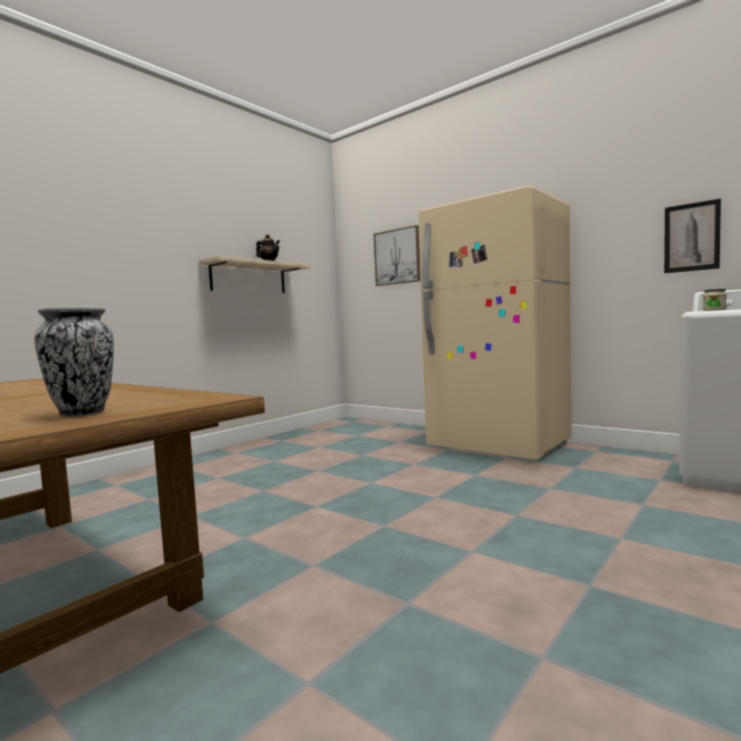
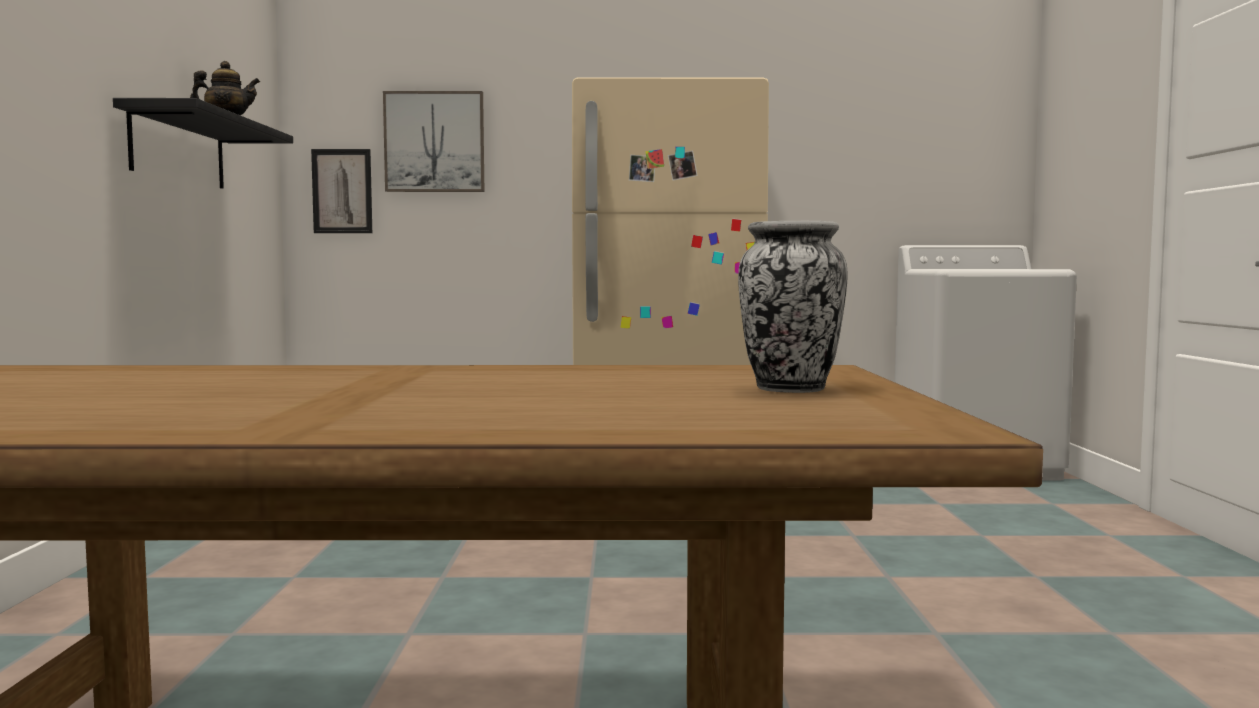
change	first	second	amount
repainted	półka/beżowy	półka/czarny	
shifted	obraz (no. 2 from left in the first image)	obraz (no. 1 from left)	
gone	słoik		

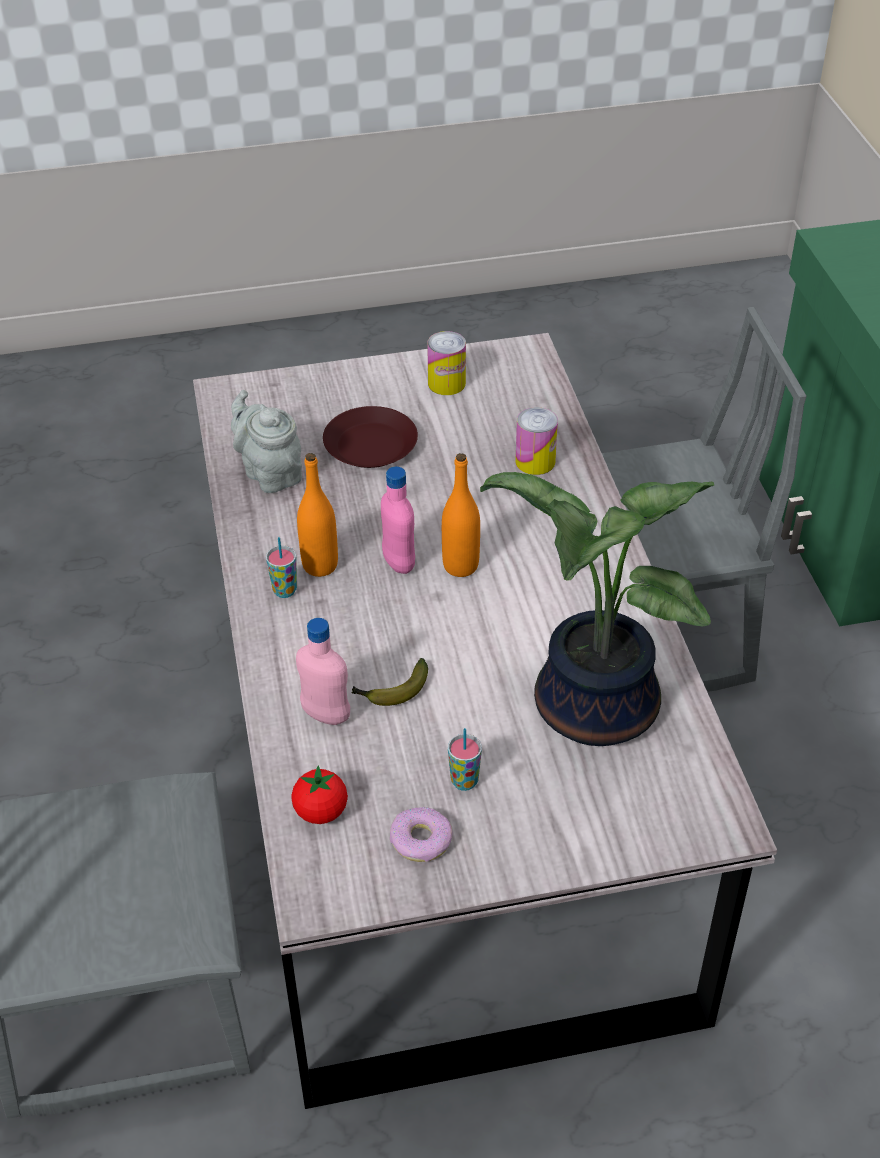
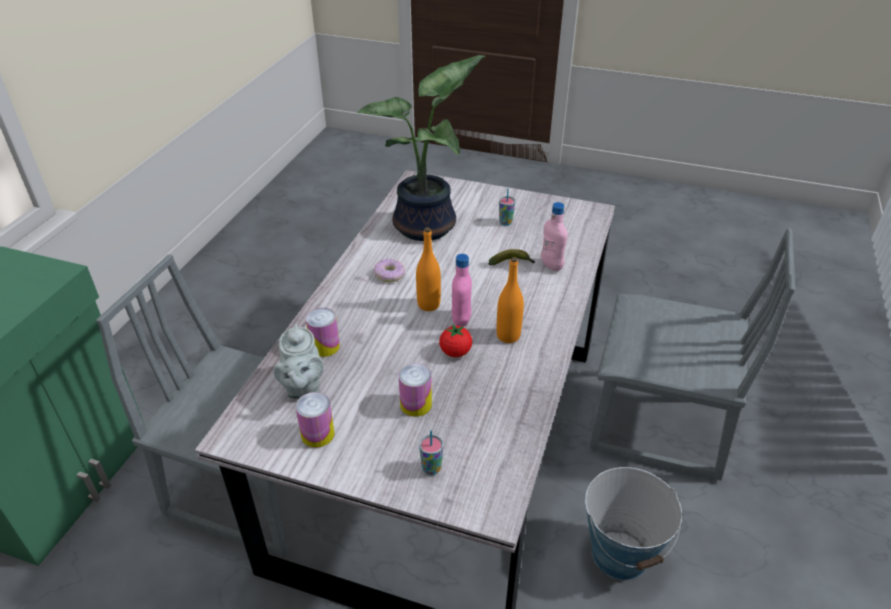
change	first	second	amount
shifted	imbryk/szary		
shifted	donut		
swapped	talerz/brązowy	puszka (no. 3 from left)	
shifted	filiżanka (no. 1 from left)		
shifted	pomidor		
new		wiadro	

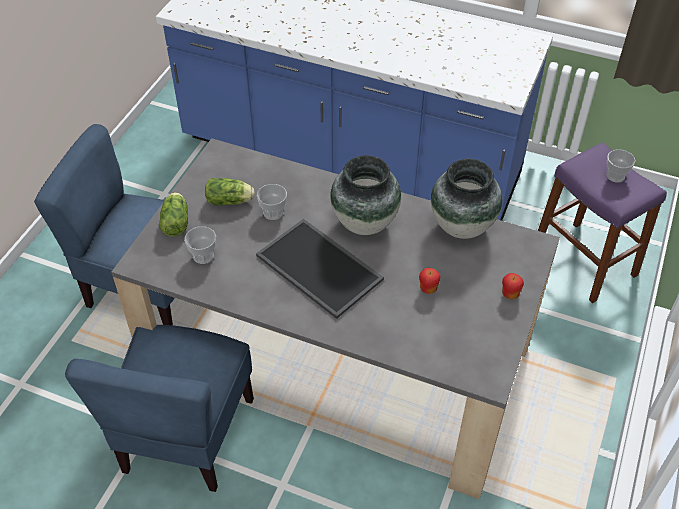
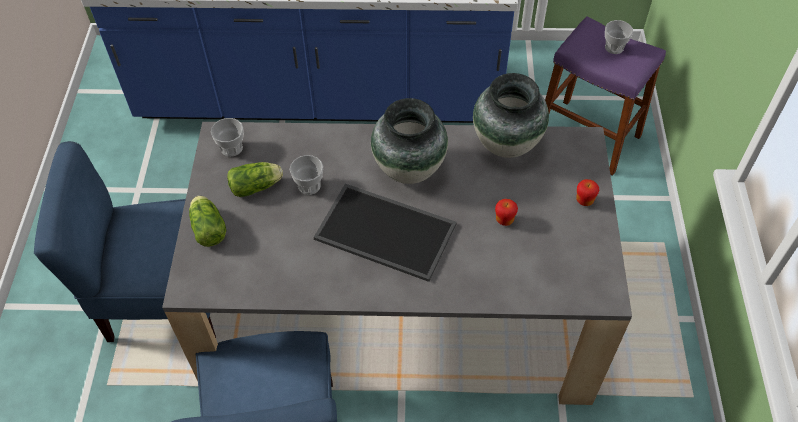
change	first	second	amount
shifted	filiżanka (no. 1 from left)		

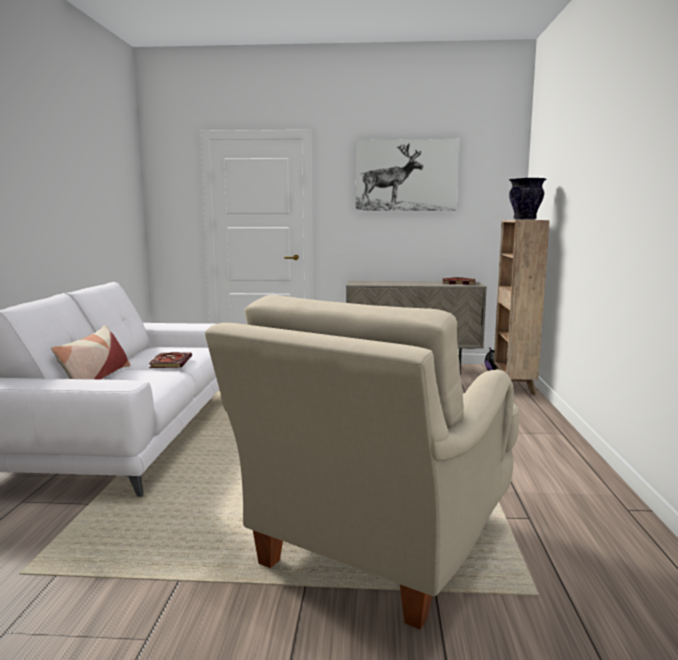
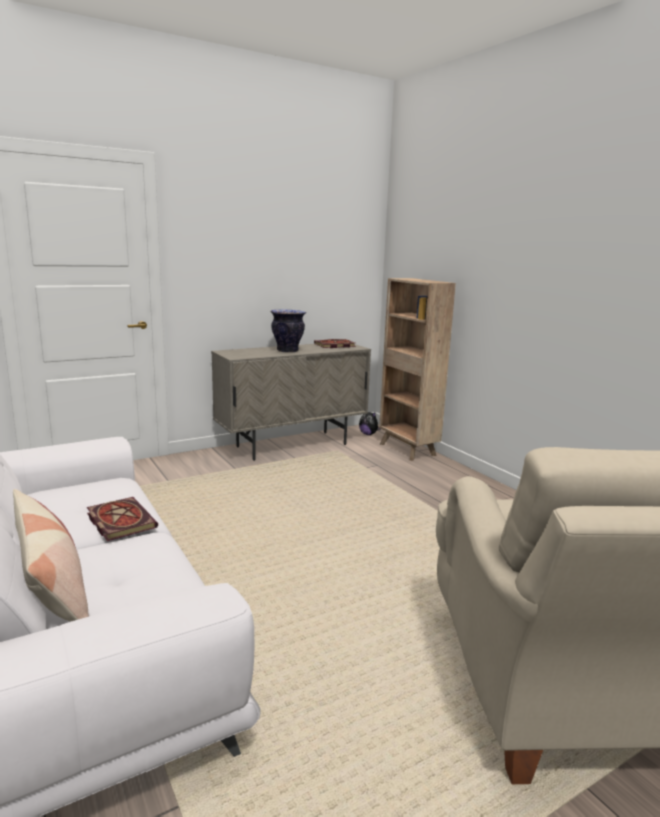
change	first	second	amount
shifted	wazon		
gone	obraz		

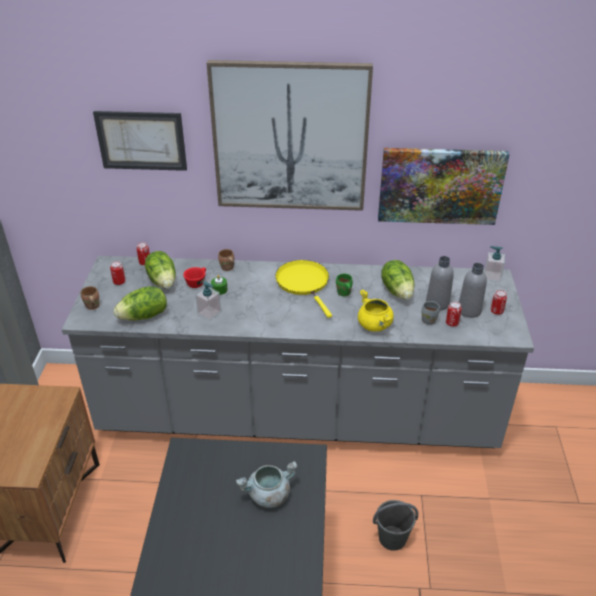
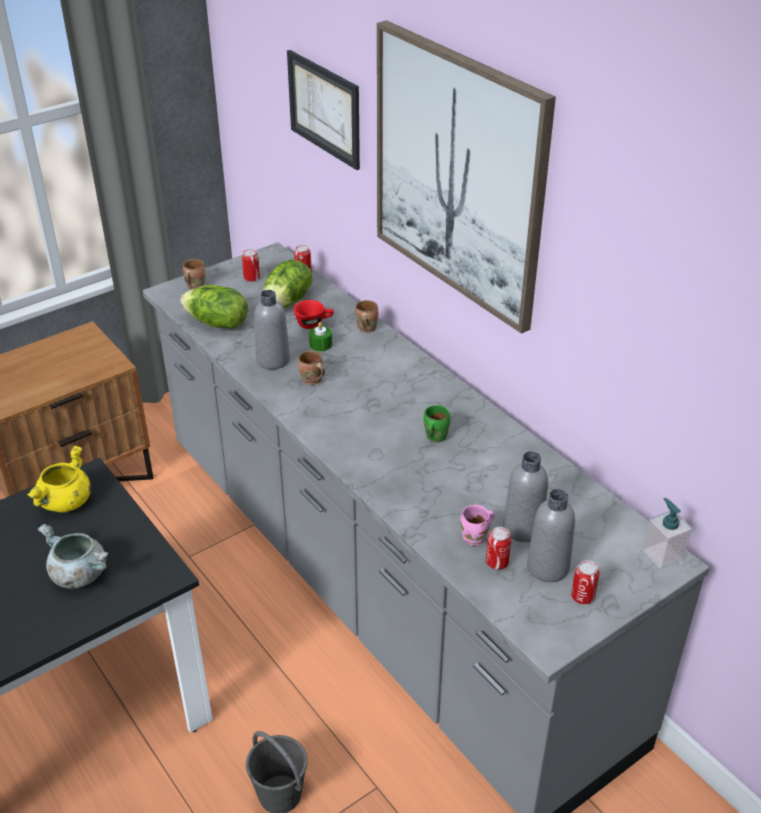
change	first	second	amount
shifted	garnek/żółty		
swapped	dozownik mydła (no. 1 from left)	butelka/szary (no. 1 from left)	
new		kubek/brązowy (no. 2 from left)	
repainted	kubek/szary	kubek/różowy	
gone	patelnia/żółty		
gone	obraz (no. 3 from left)		
gone	sałata (no. 3 from left)		

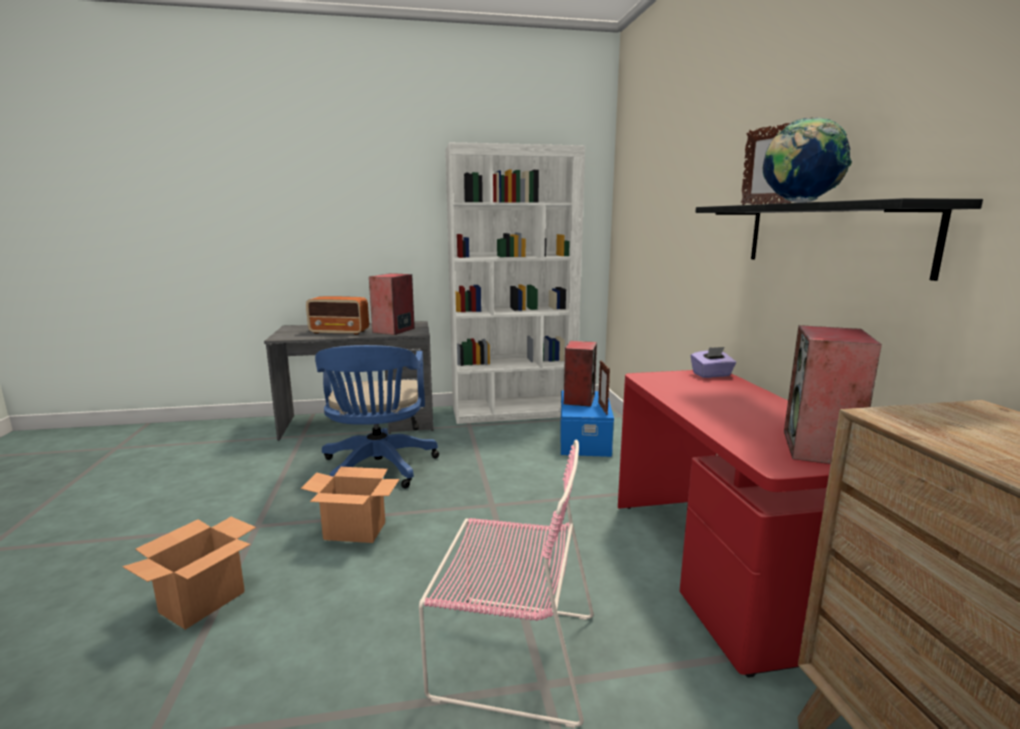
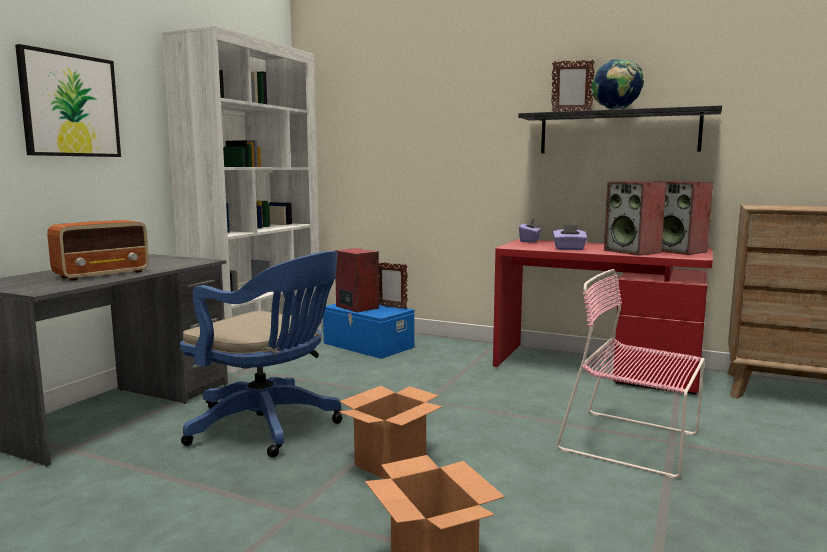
change	first	second	amount
new		obraz	
new		pudełko chusteczek/fioletowy (no. 2 from left)	
rotated	krzesło/różowy		105 degrees counterclockwise
shifted	głośnik (no. 1 from left in the first image)	głośnik (no. 2 from left)	

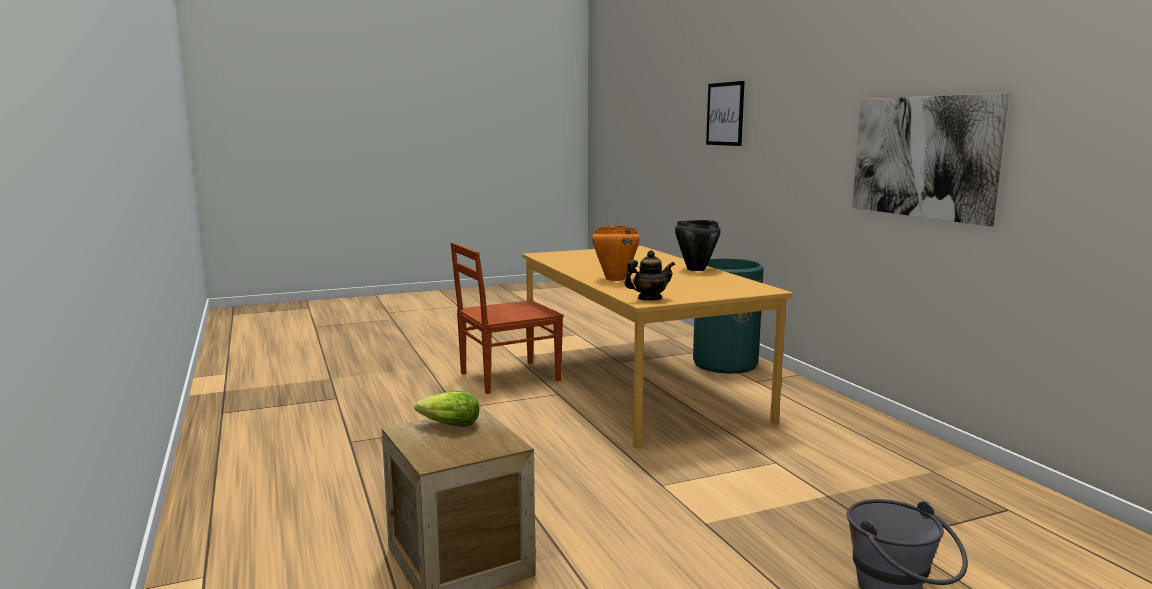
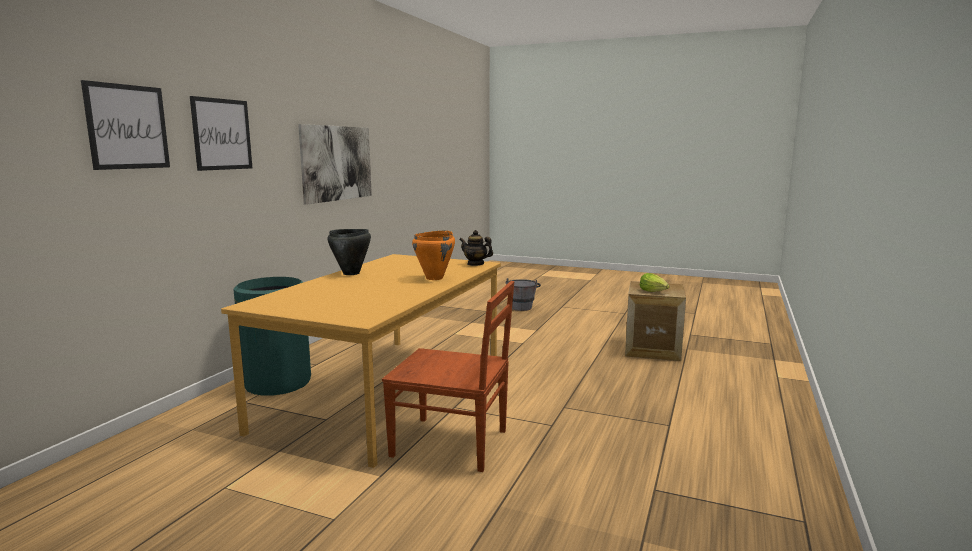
change	first	second	amount
new		obraz (no. 2 from left)	

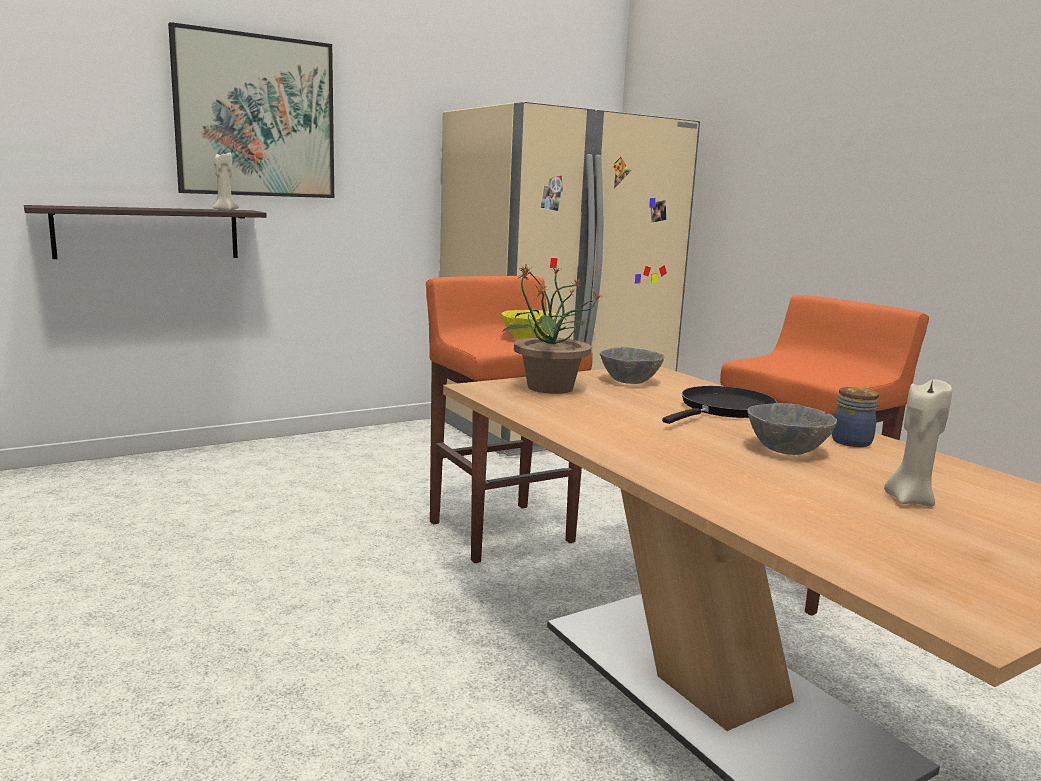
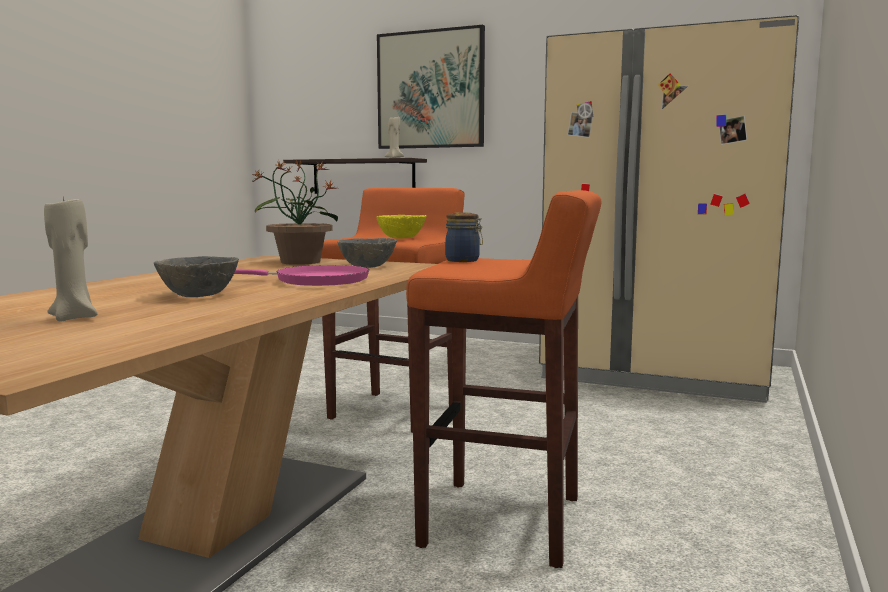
change	first	second	amount
repainted	patelnia/czarny	patelnia/różowy	
shifted	słoik		

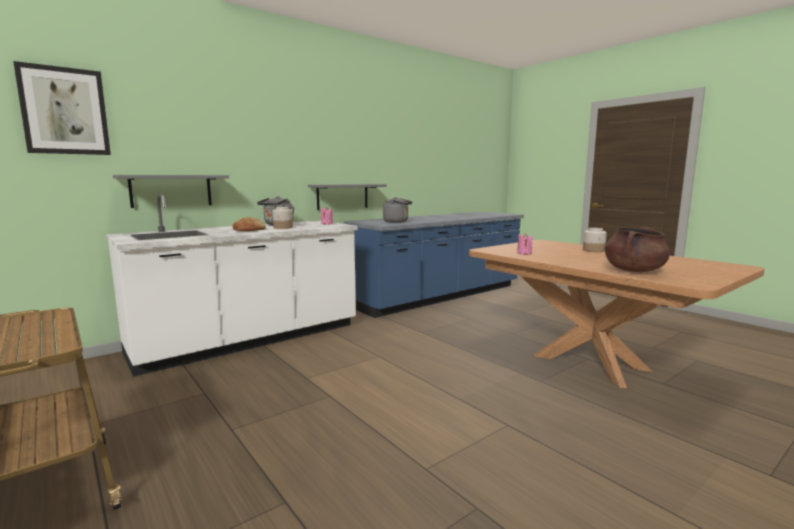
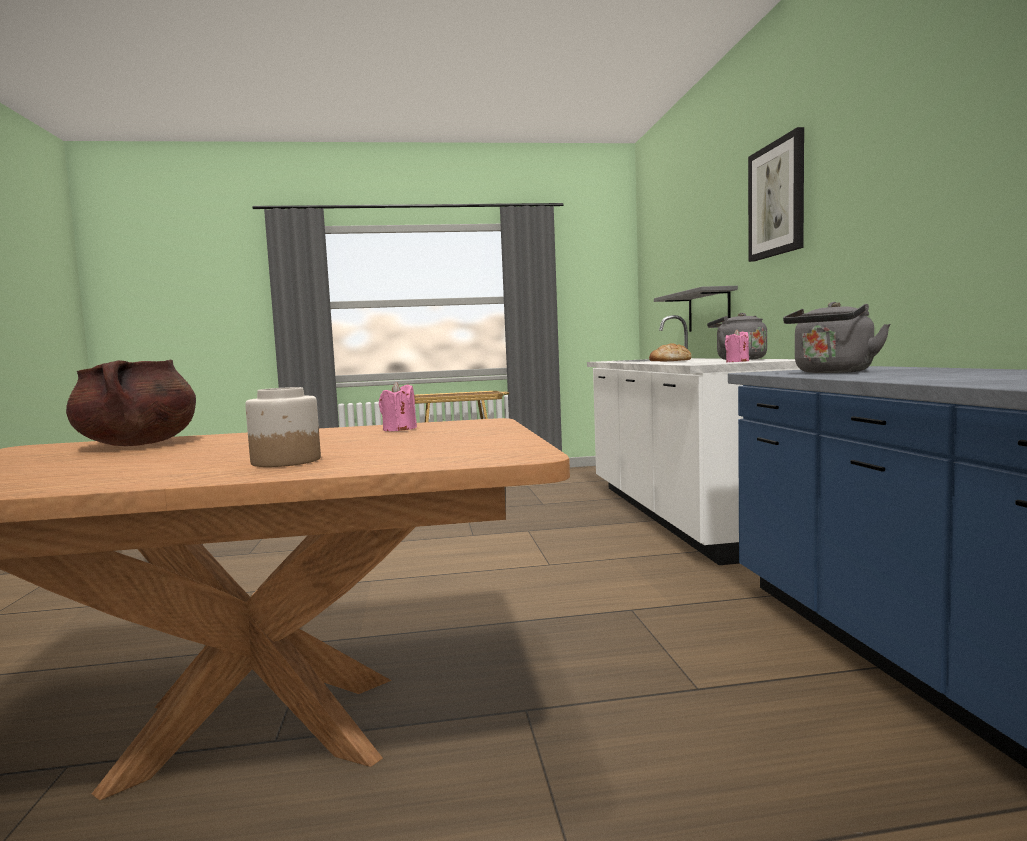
change	first	second	amount
shifted	obraz		
gone	słoik (no. 1 from left)		
gone	półka/szary (no. 2 from left)		

